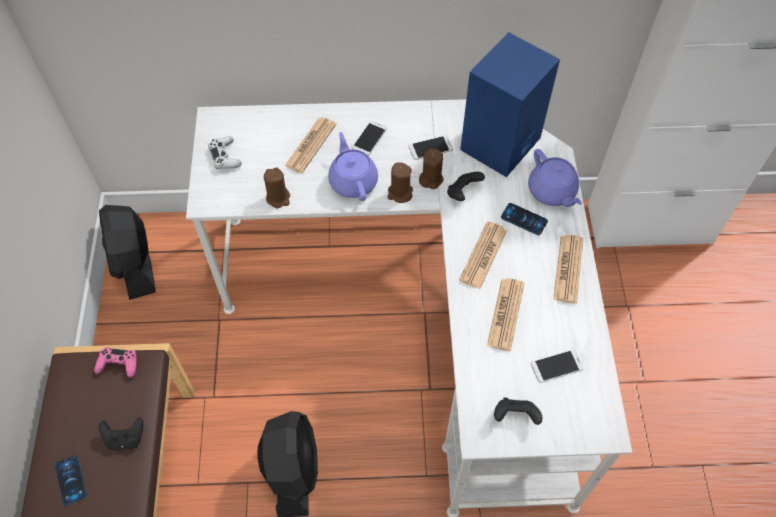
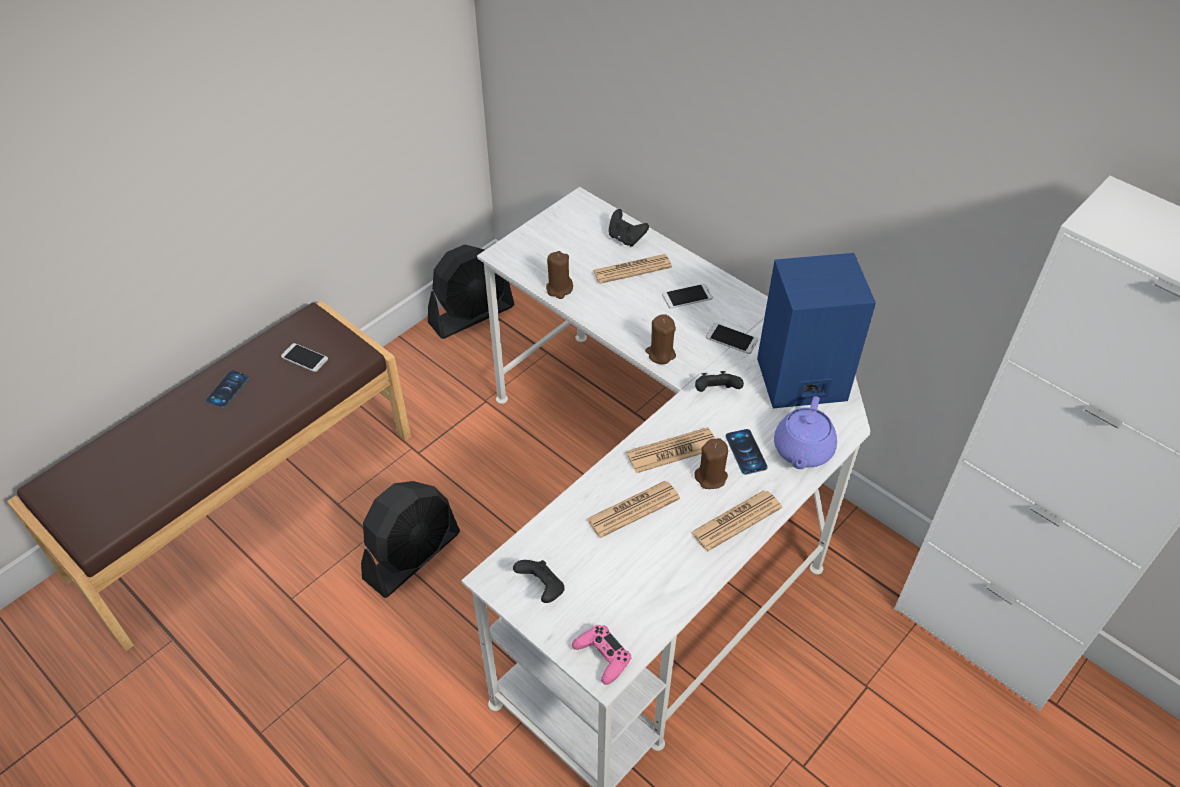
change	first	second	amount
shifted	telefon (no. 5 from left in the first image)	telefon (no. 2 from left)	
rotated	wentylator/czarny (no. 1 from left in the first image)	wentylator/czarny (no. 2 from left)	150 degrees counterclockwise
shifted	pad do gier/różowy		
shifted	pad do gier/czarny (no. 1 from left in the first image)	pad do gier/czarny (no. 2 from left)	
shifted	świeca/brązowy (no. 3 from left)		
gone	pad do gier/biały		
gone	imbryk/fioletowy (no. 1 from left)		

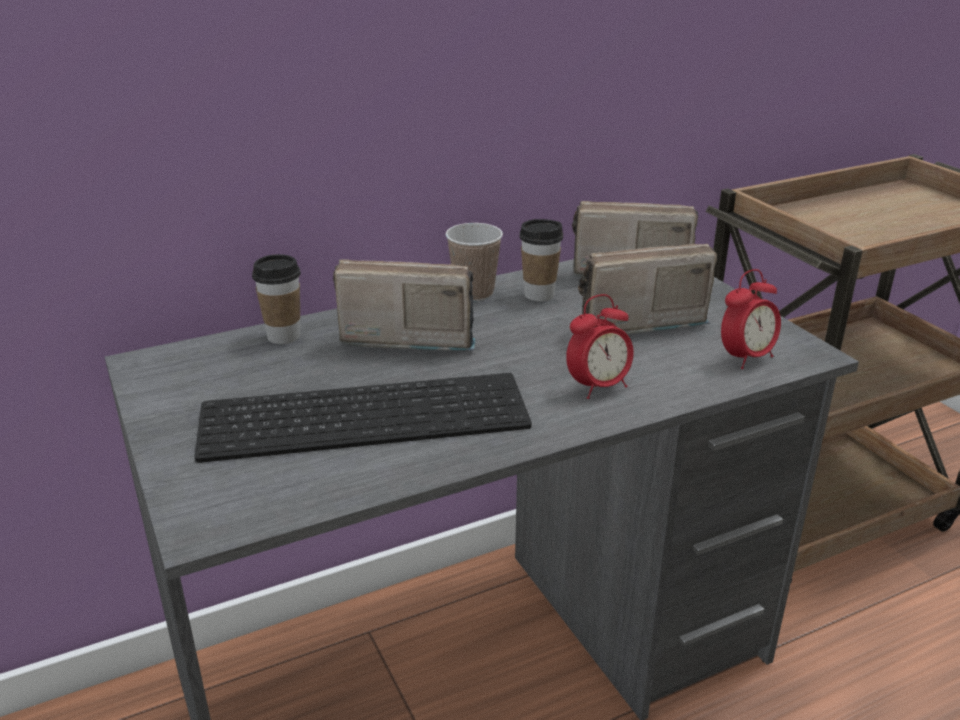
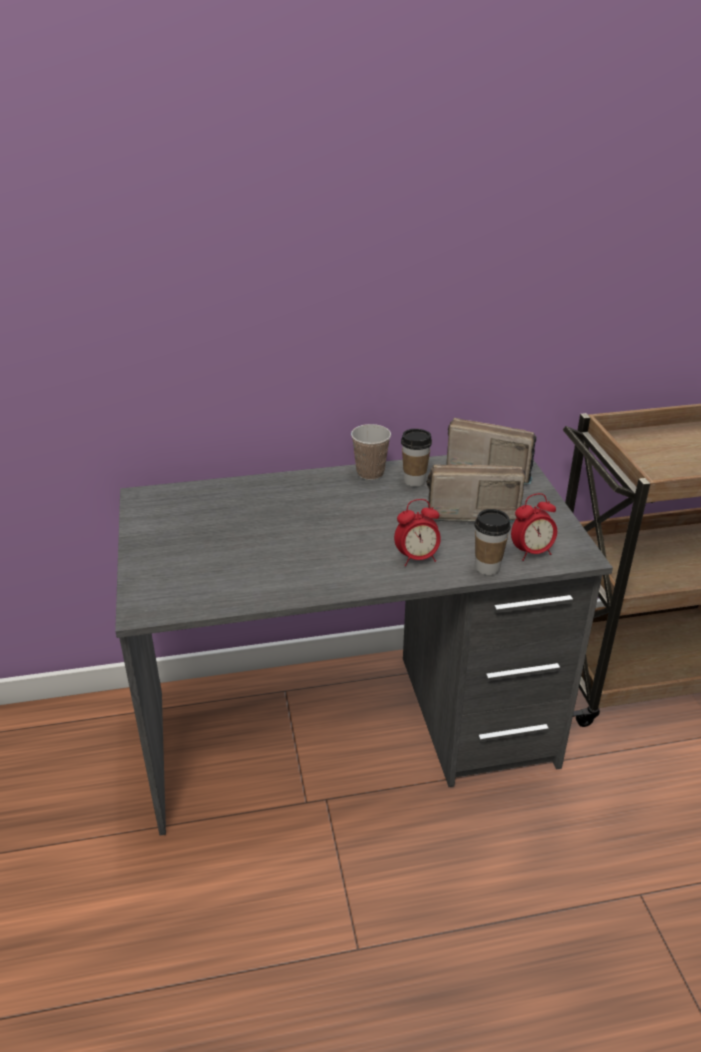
change	first	second	amount
shifted	filiżanka (no. 1 from left in the first image)	filiżanka (no. 3 from left)	
gone	klawiatura		
gone	radio (no. 1 from left)		

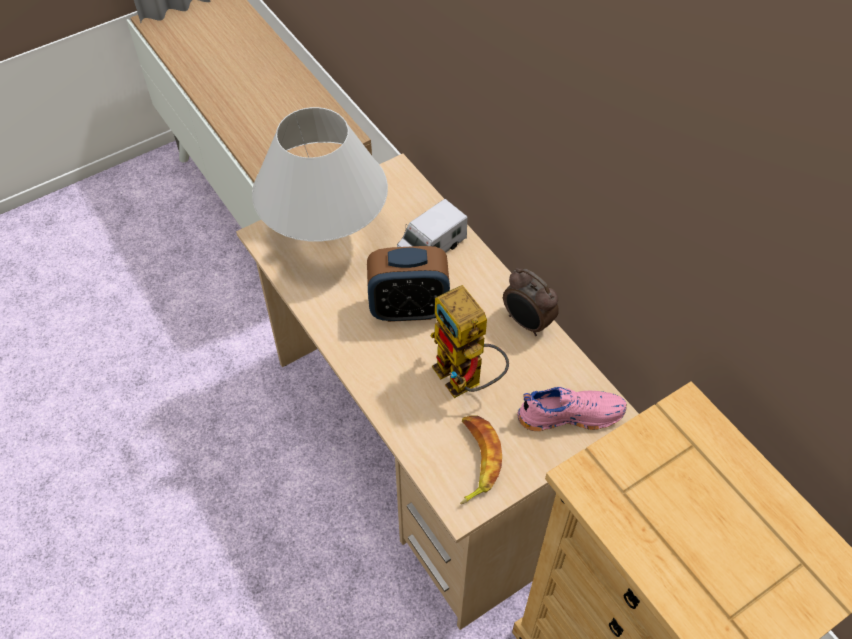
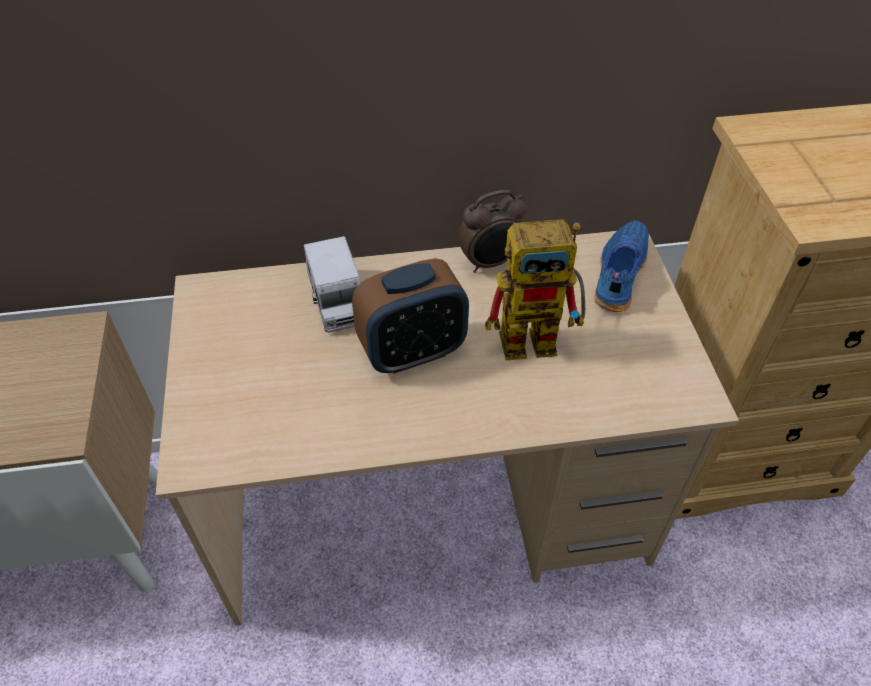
change	first	second	amount
rotated	budzik (no. 1 from left)		45 degrees clockwise
repainted	but/różowy	but/niebieski	
gone	lampa stołowa/biały		
gone	banan		

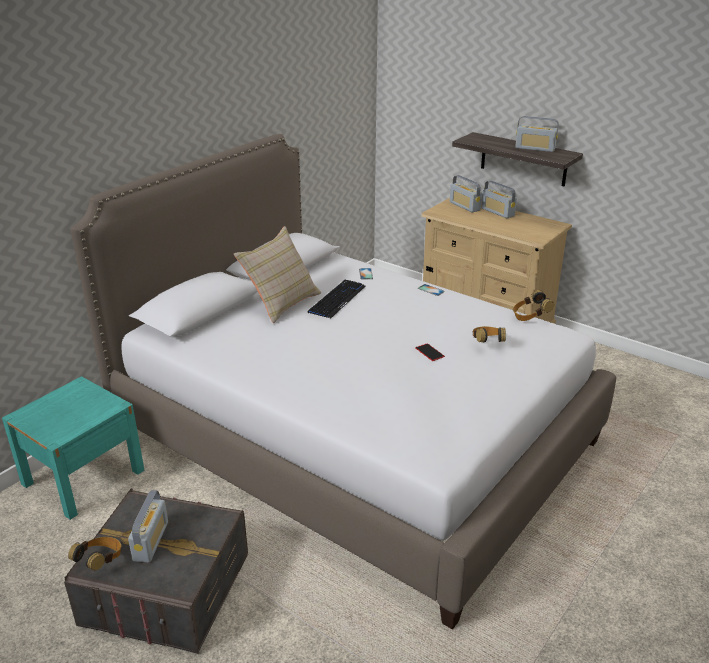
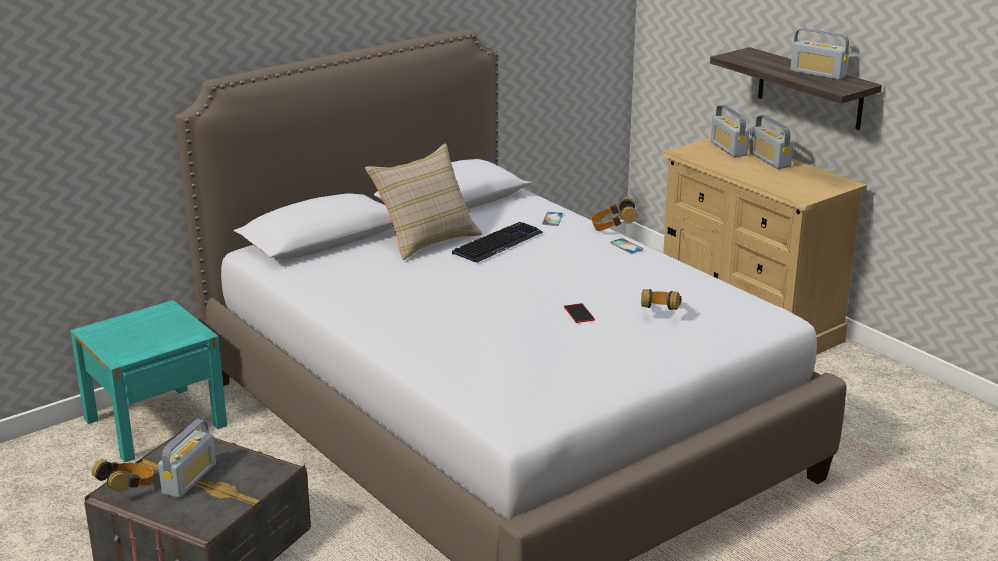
change	first	second	amount
shifted	słuchawki (no. 3 from left in the first image)	słuchawki (no. 2 from left)	

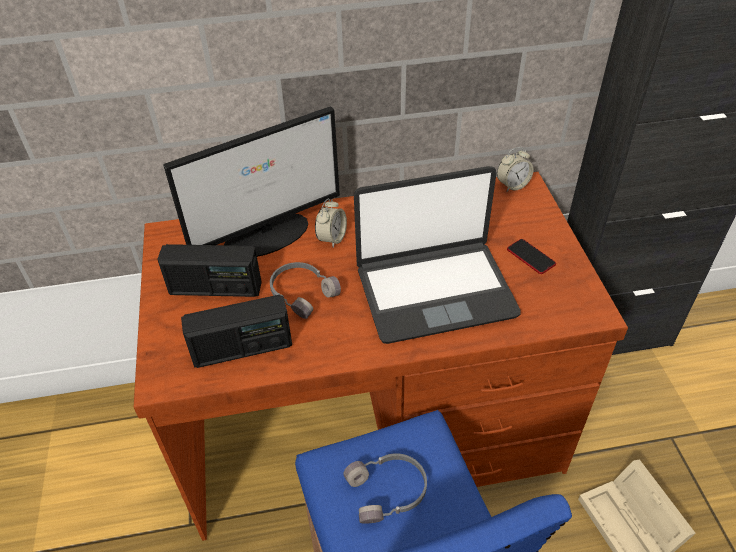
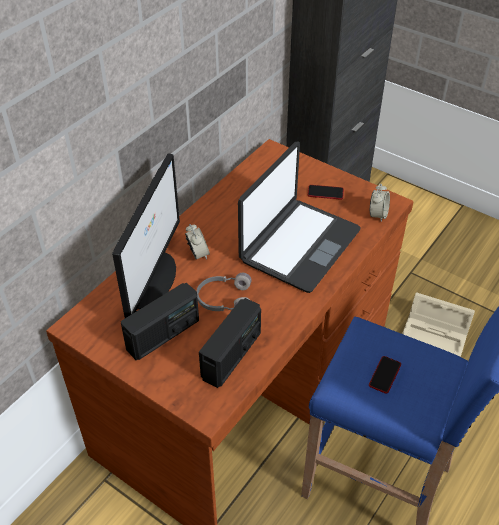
change	first	second	amount
swapped	słuchawki/szary (no. 2 from left)	telefon (no. 2 from left)	
shifted	budzik (no. 2 from left)		

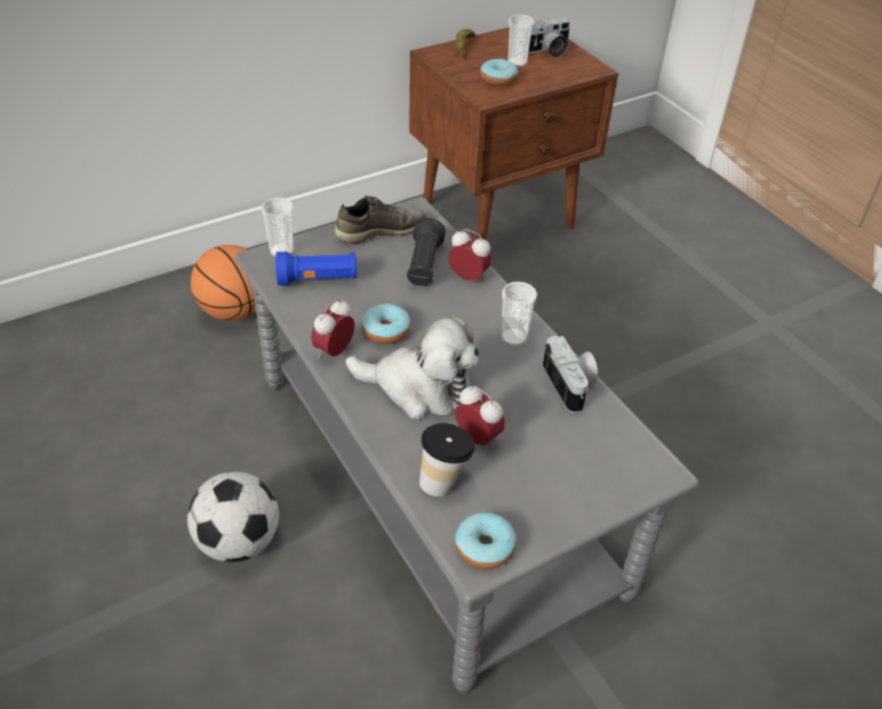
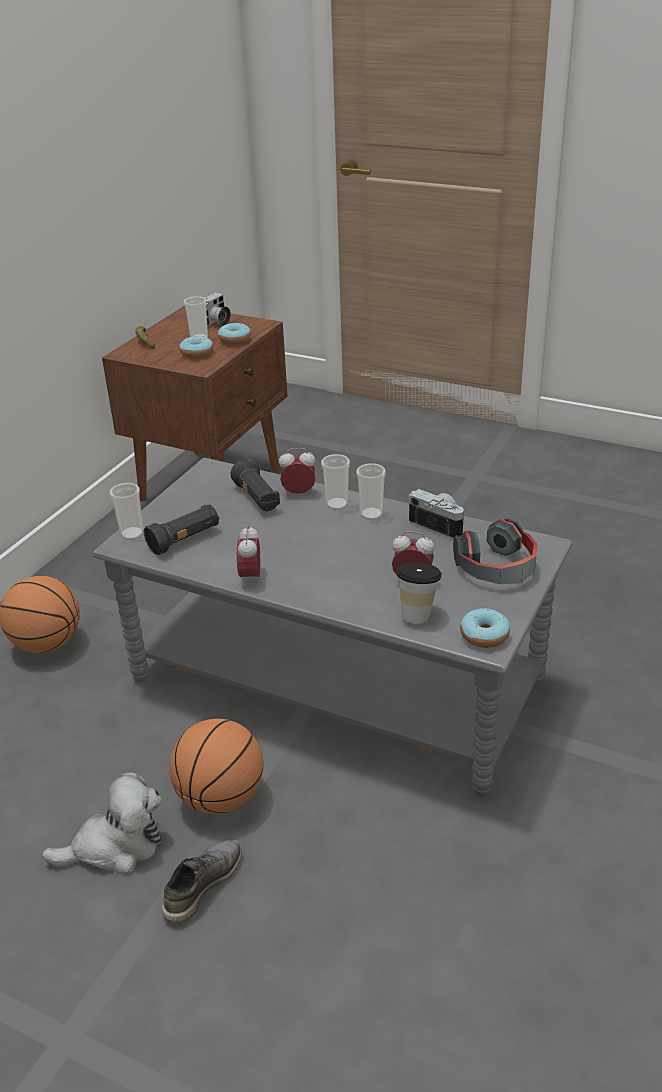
change	first	second	amount
shifted	pluszak		
repainted	latarka/niebieski	latarka/czarny (no. 1 from left)	
shifted	but/szary		
swapped	piłka futbolowa	piłka do koszykówki (no. 2 from left)	
shifted	donut (no. 1 from left in the first image)	donut (no. 2 from left)	
new		filiżanka (no. 3 from left)	
new		słuchawki	

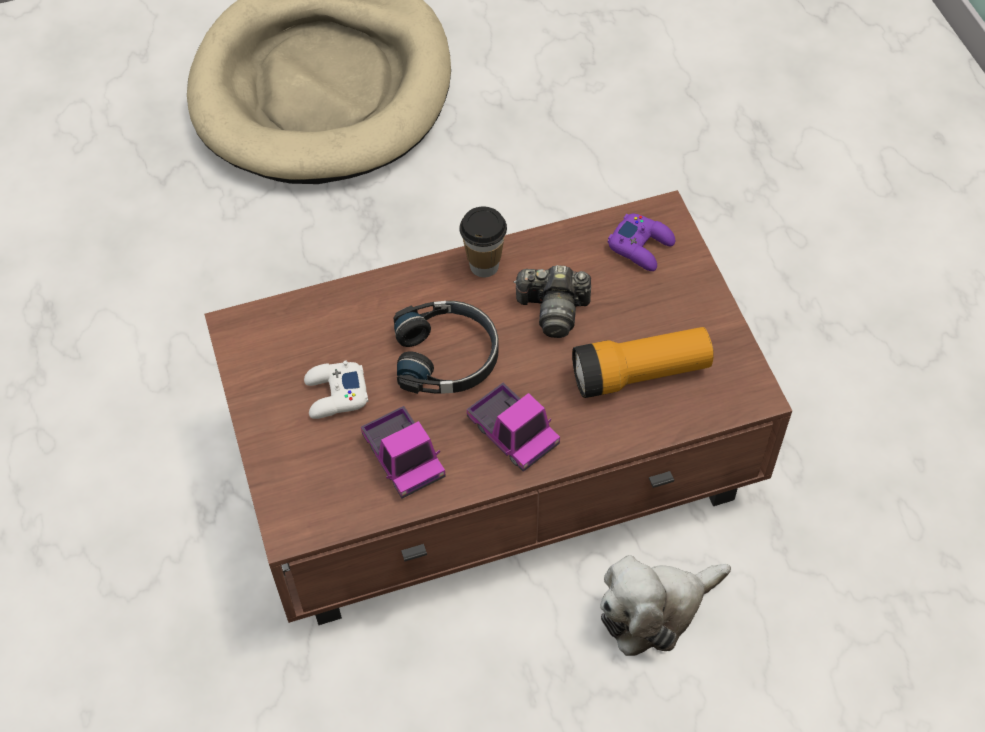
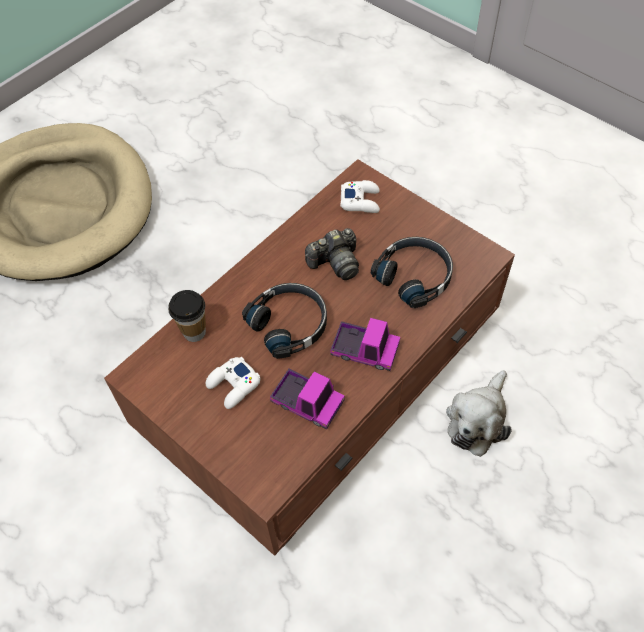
change	first	second	amount
shifted	filiżanka		
repainted	pad do gier/fioletowy	pad do gier/biały (no. 2 from left)	
swapped	latarka	słuchawki/czarny (no. 2 from left)	

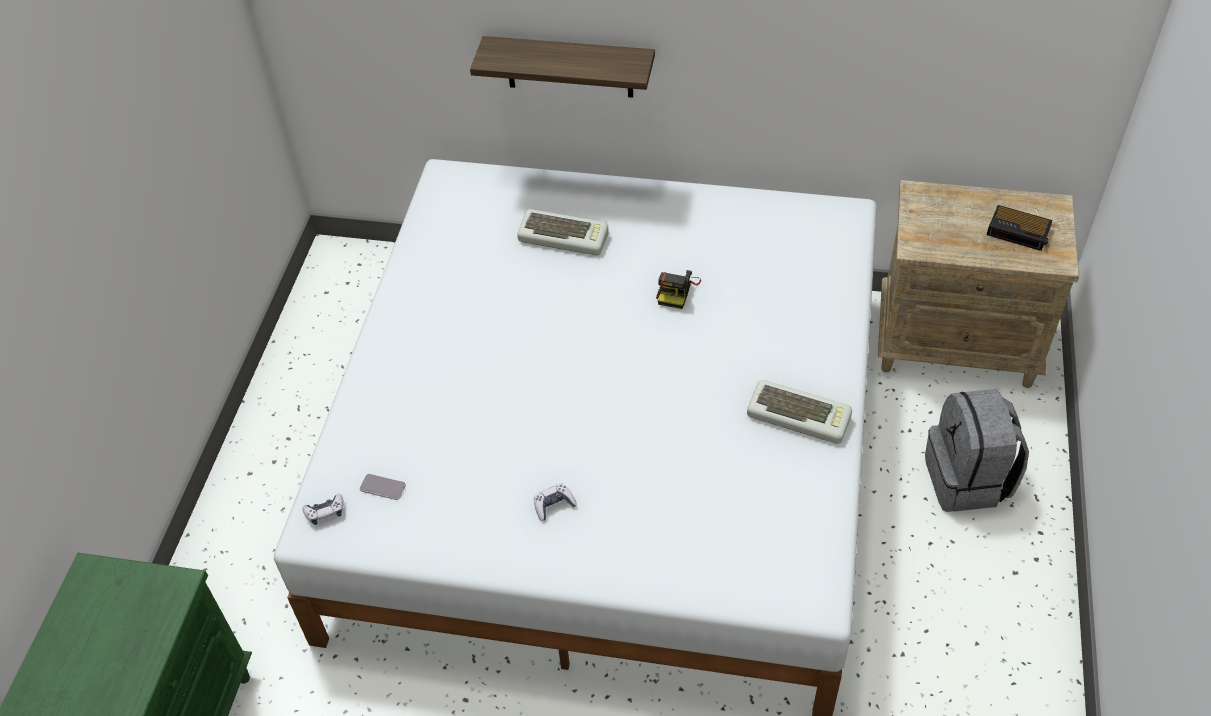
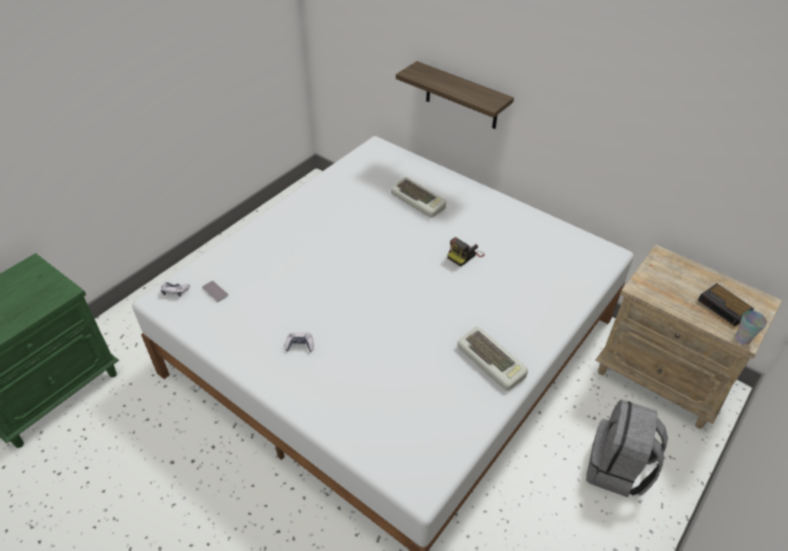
change	first	second	amount
new		filiżanka	

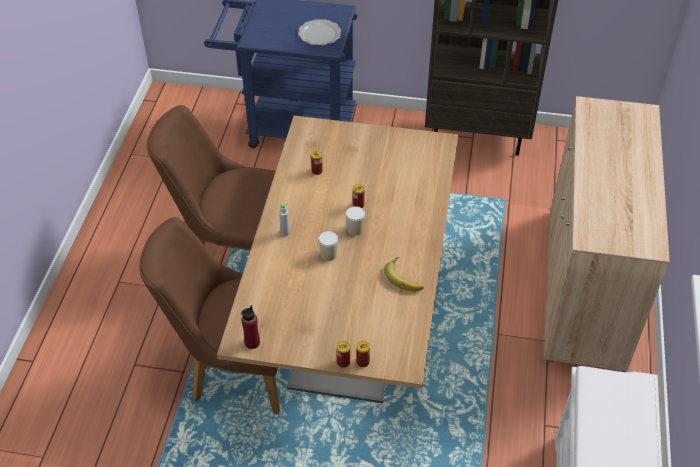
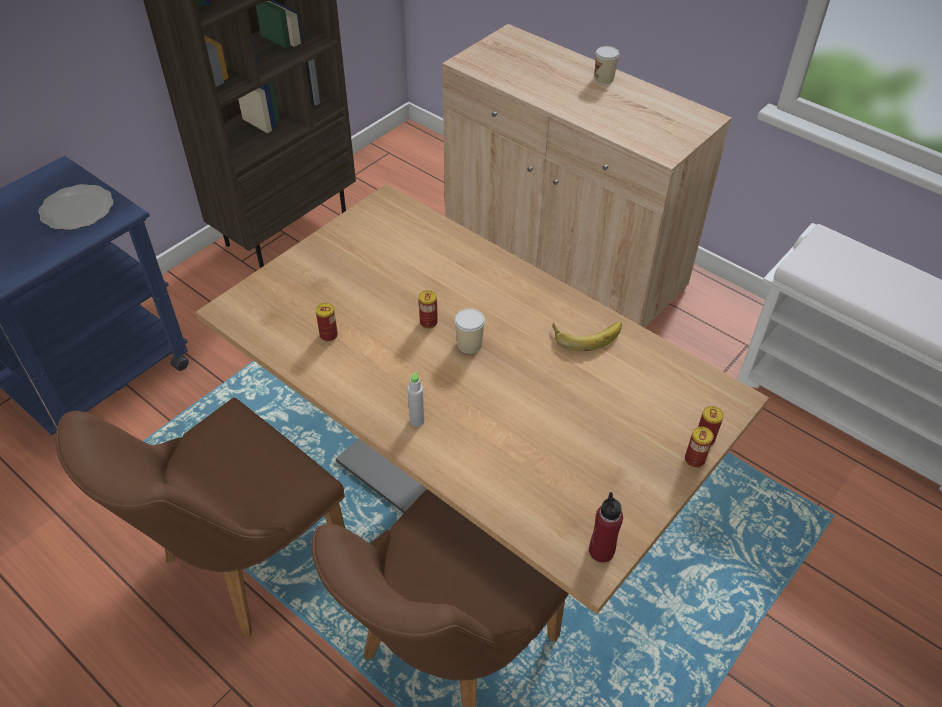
change	first	second	amount
shifted	filiżanka (no. 1 from left in the first image)	filiżanka (no. 2 from left)	

